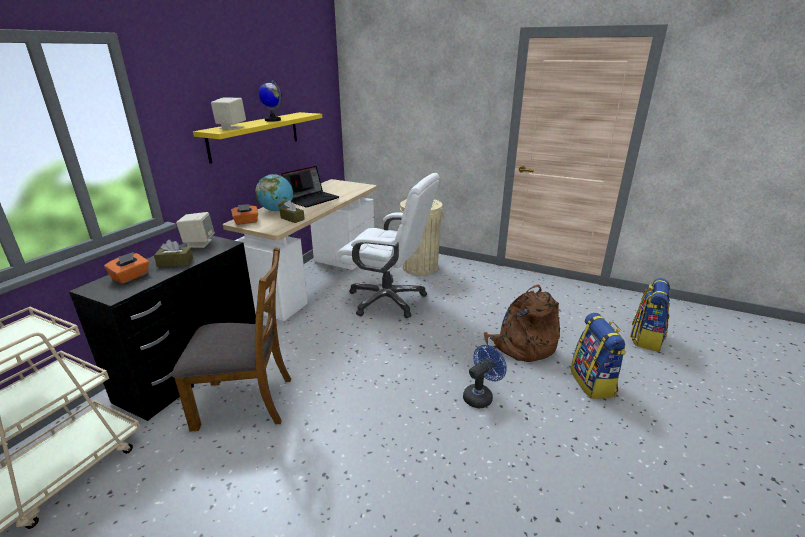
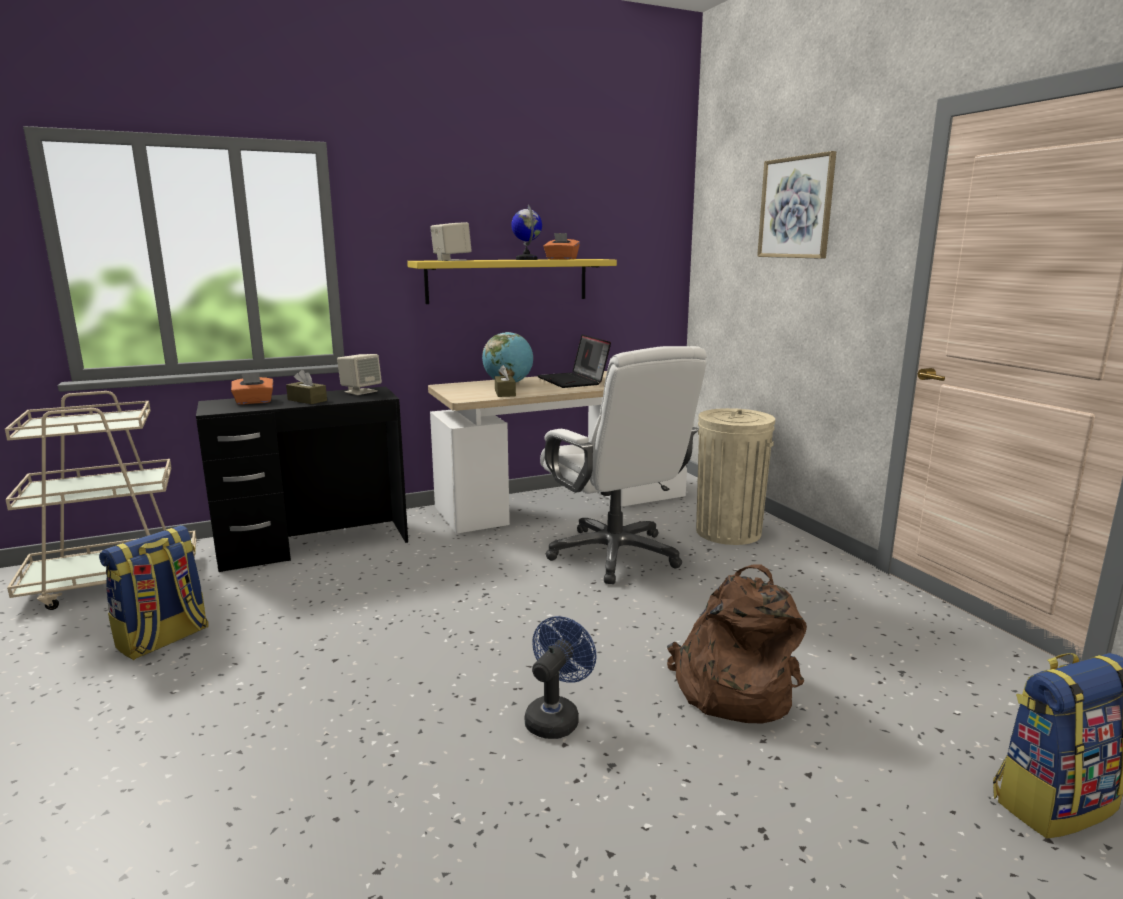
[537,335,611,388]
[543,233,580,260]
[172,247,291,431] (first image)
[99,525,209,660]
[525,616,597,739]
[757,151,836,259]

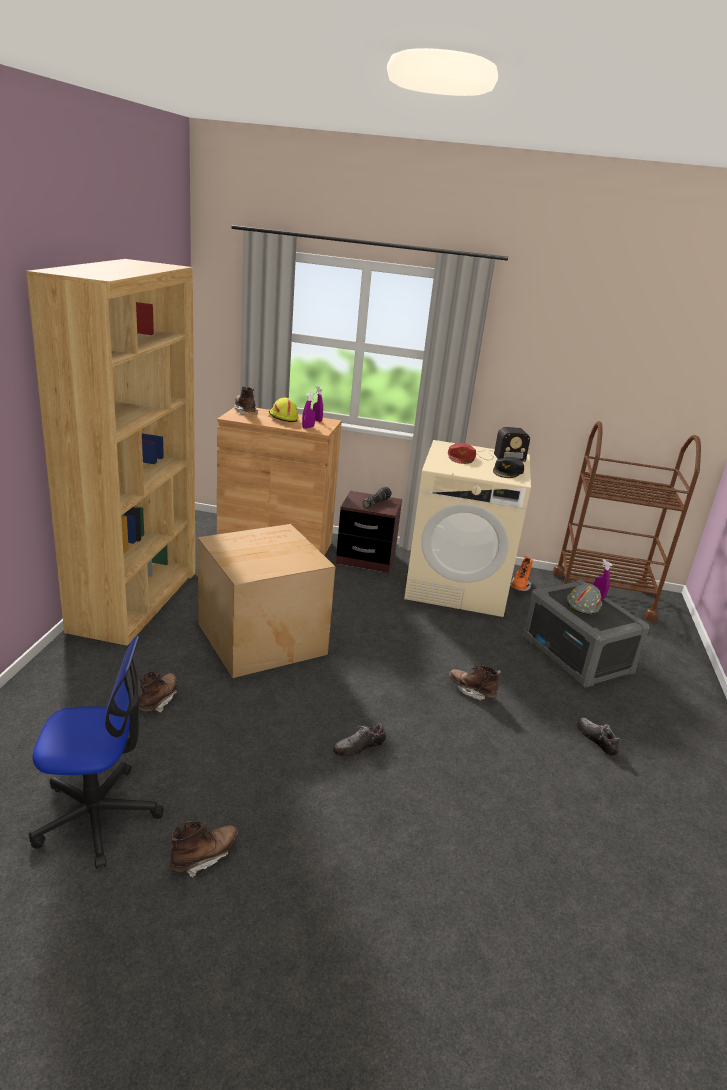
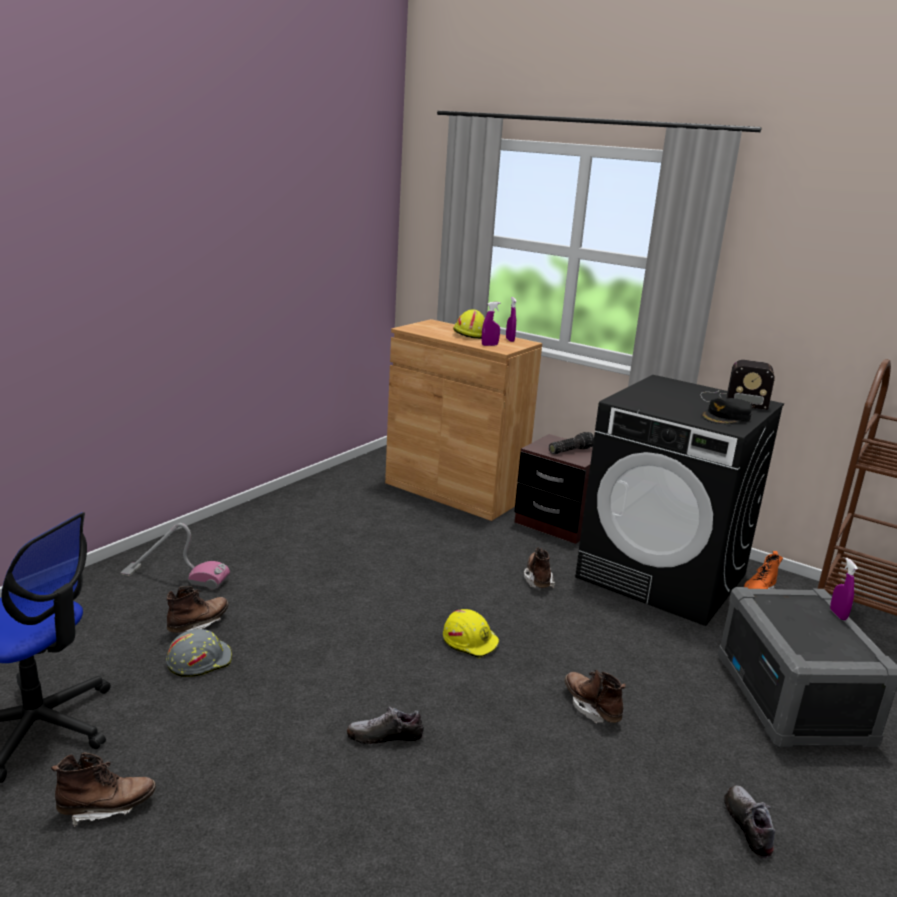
[26,259,196,646] (first image)
[524,547,555,588]
[575,375,784,626]
[448,443,476,464] (first image)
[198,524,336,678] (first image)
[166,629,232,677]
[121,523,230,590]
[443,609,499,658]

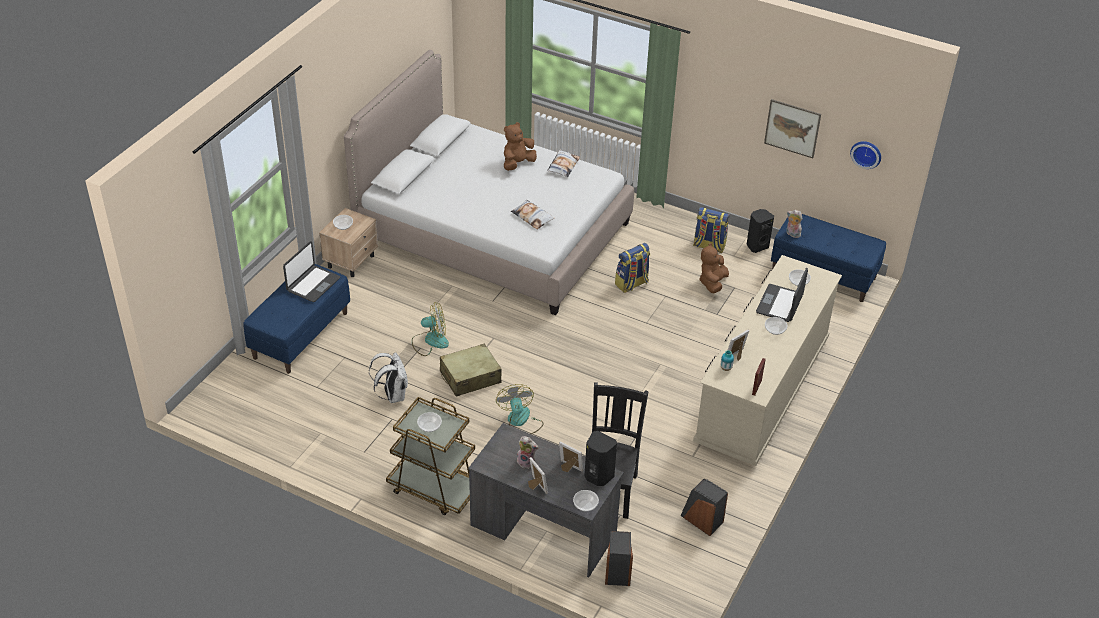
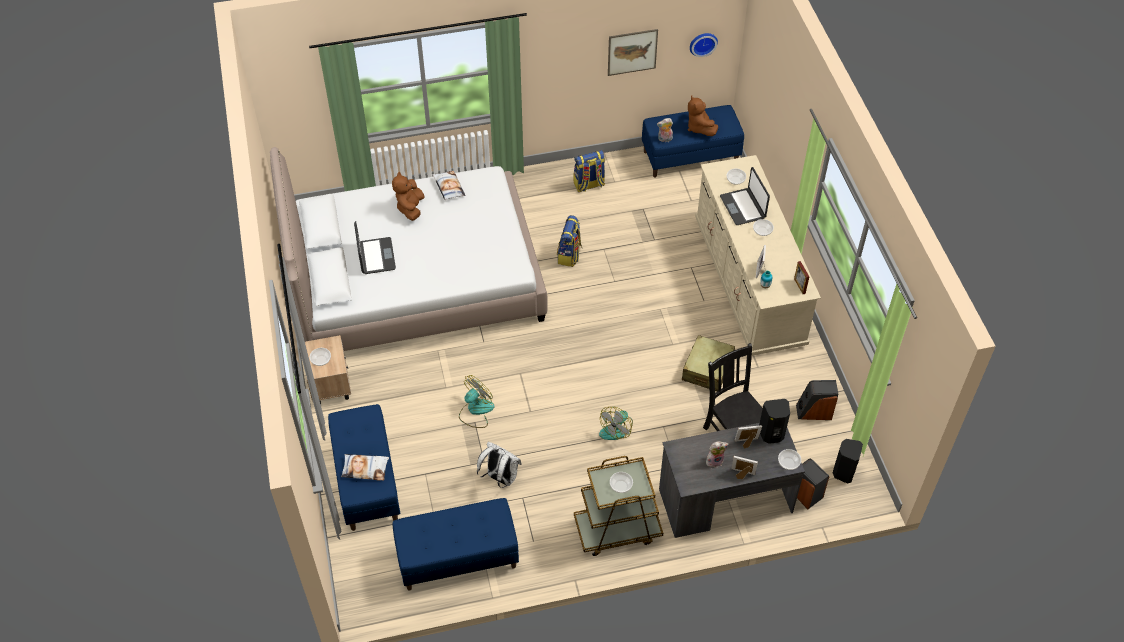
[341,454,389,480]
[833,439,863,484]
[354,221,396,274]
[688,95,718,136]
[682,335,735,391]
[599,406,633,440]
[393,498,519,590]

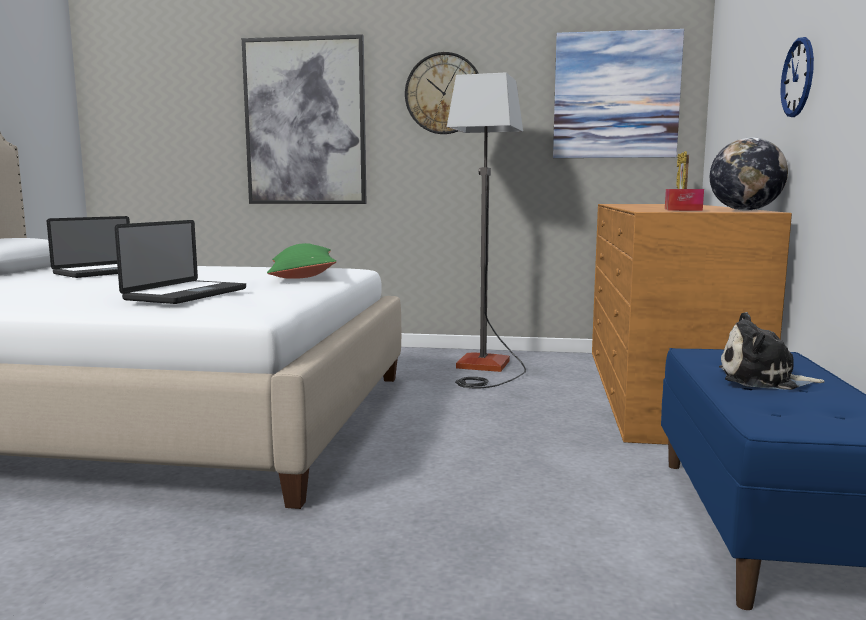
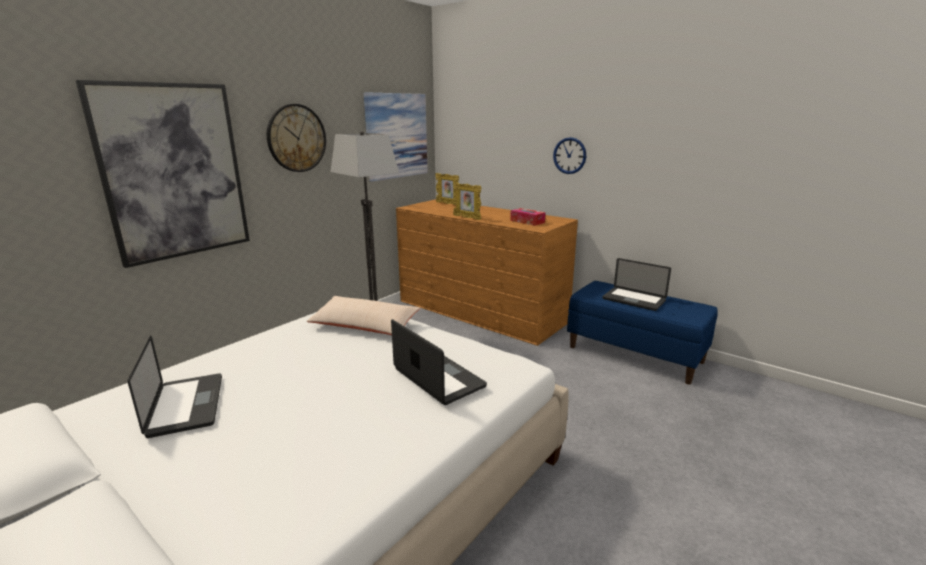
[710,137,788,211] (first image)
[307,296,420,335]
[602,258,671,311]
[453,182,481,220]

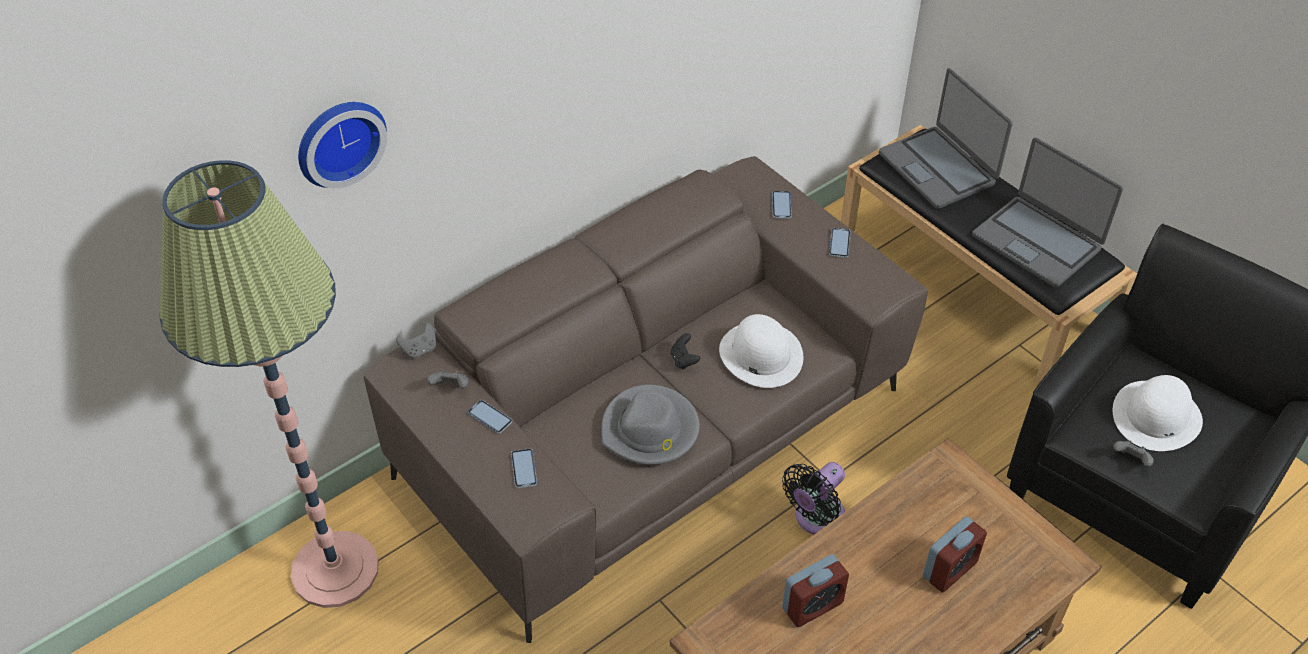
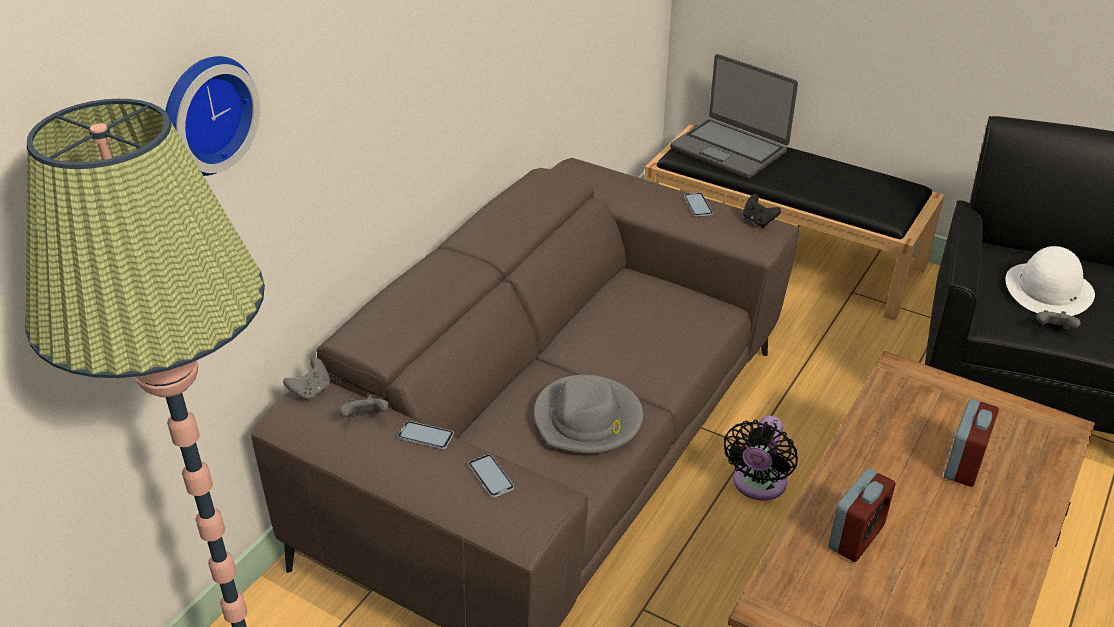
[972,138,1123,288] (first image)
[772,191,792,219] (first image)
[719,314,803,388] (first image)
[743,194,781,228]

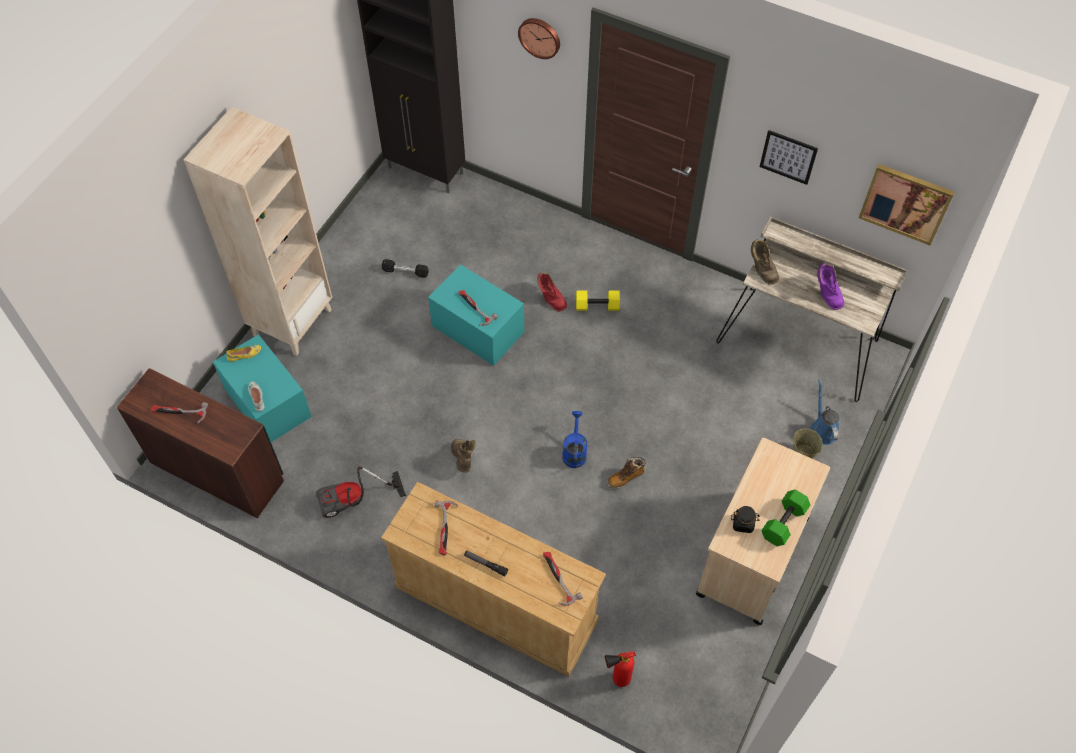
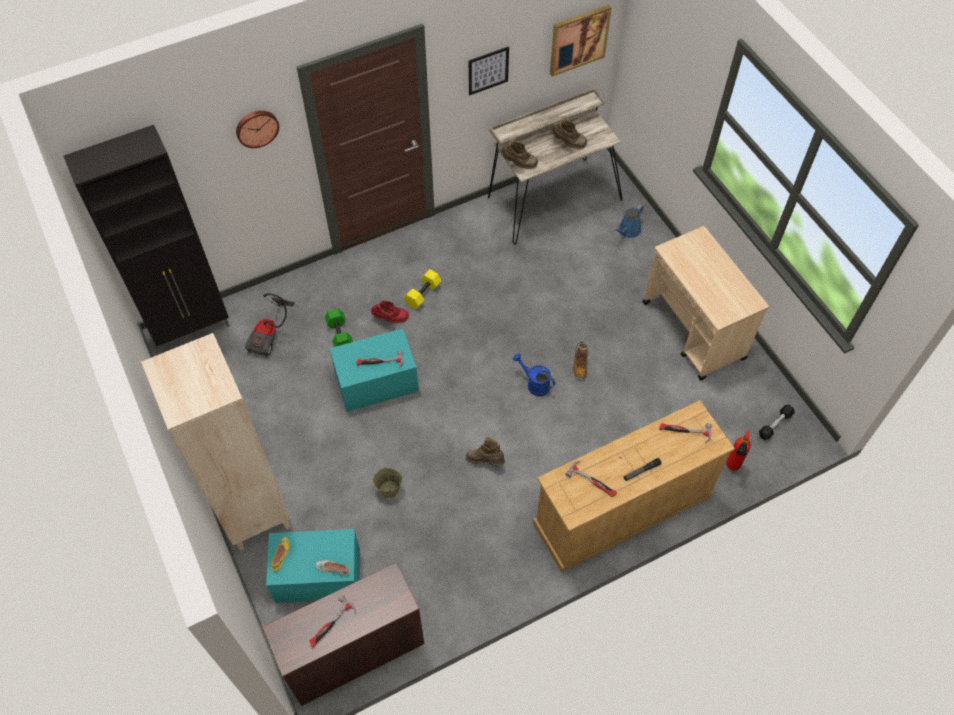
[759,404,795,440]
[551,119,587,149]
[613,204,644,238]
[373,467,403,498]
[245,293,295,357]
[325,308,353,347]
[731,506,760,533] (first image)

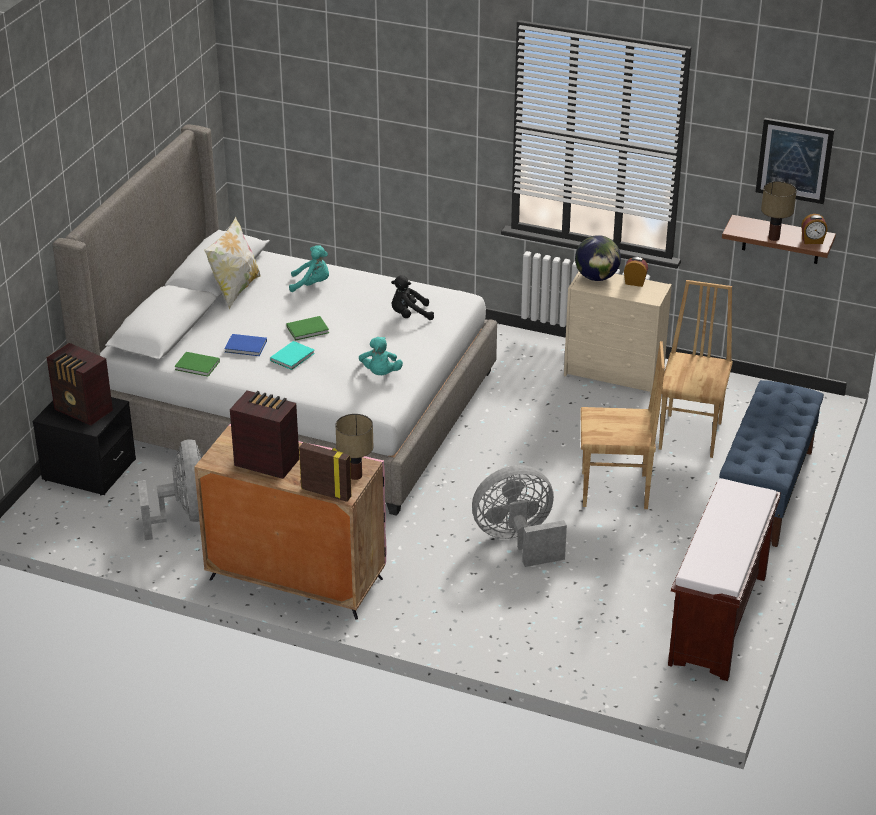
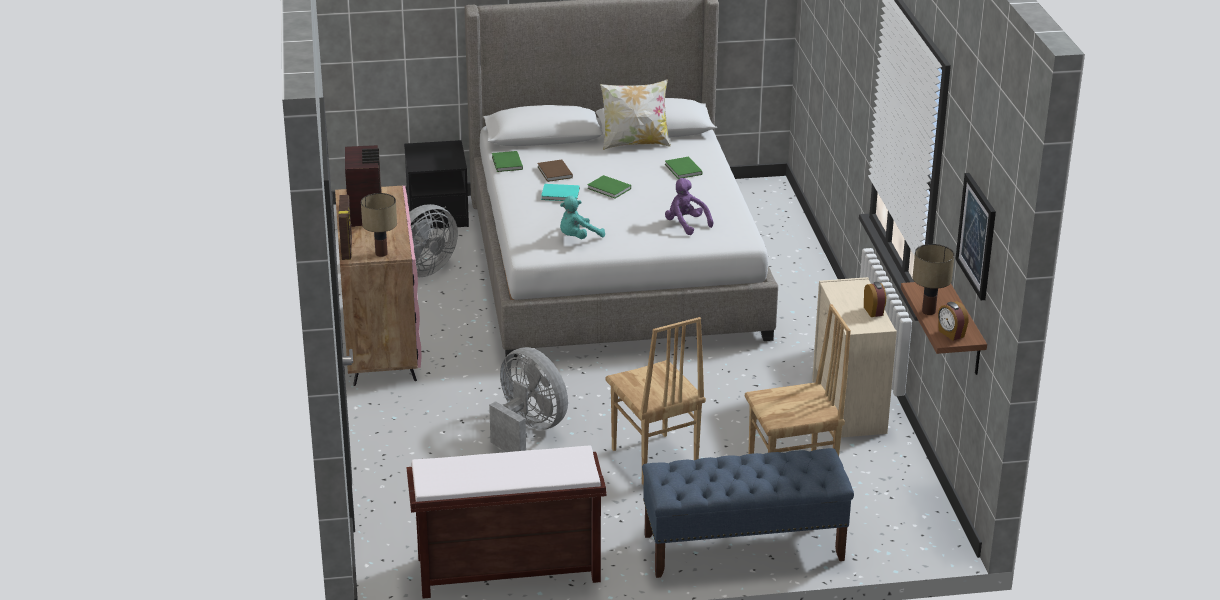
[575,235,621,281] (first image)
[665,157,702,179]
[665,178,713,235]
[537,160,573,182]
[46,343,113,426] (first image)

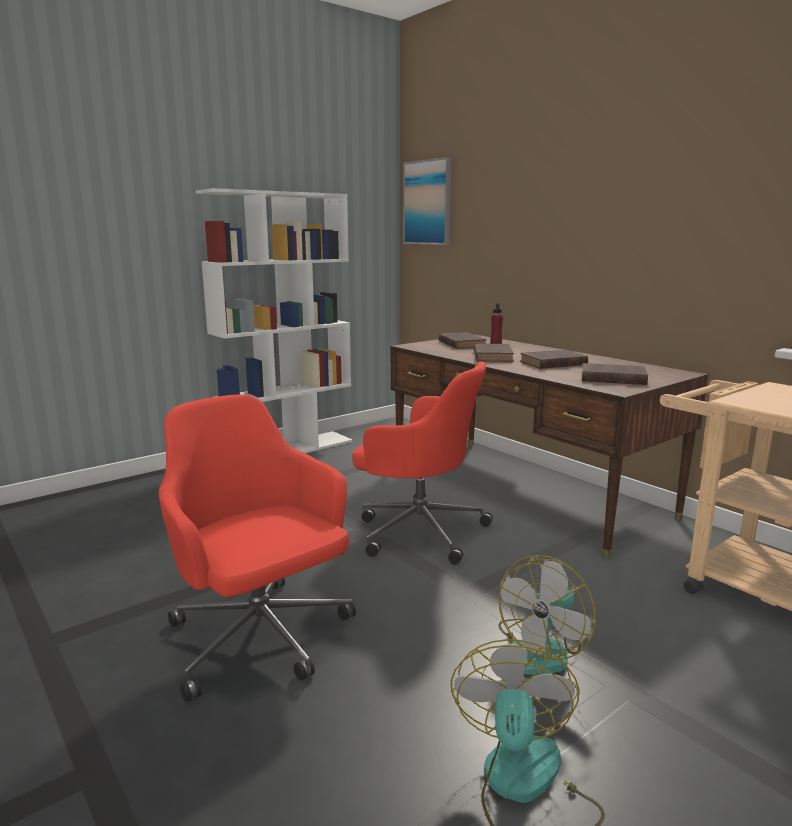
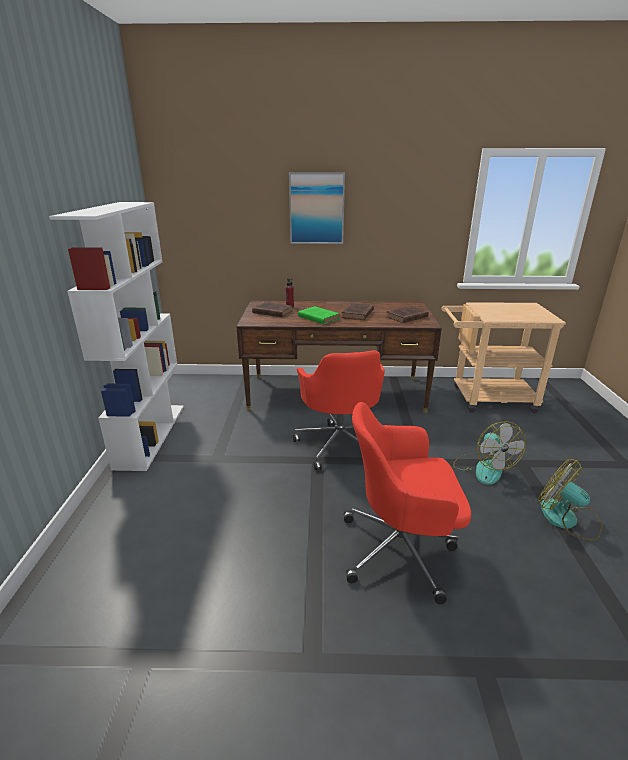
[289,173,345,244]
[298,306,340,324]
[293,350,385,470]

